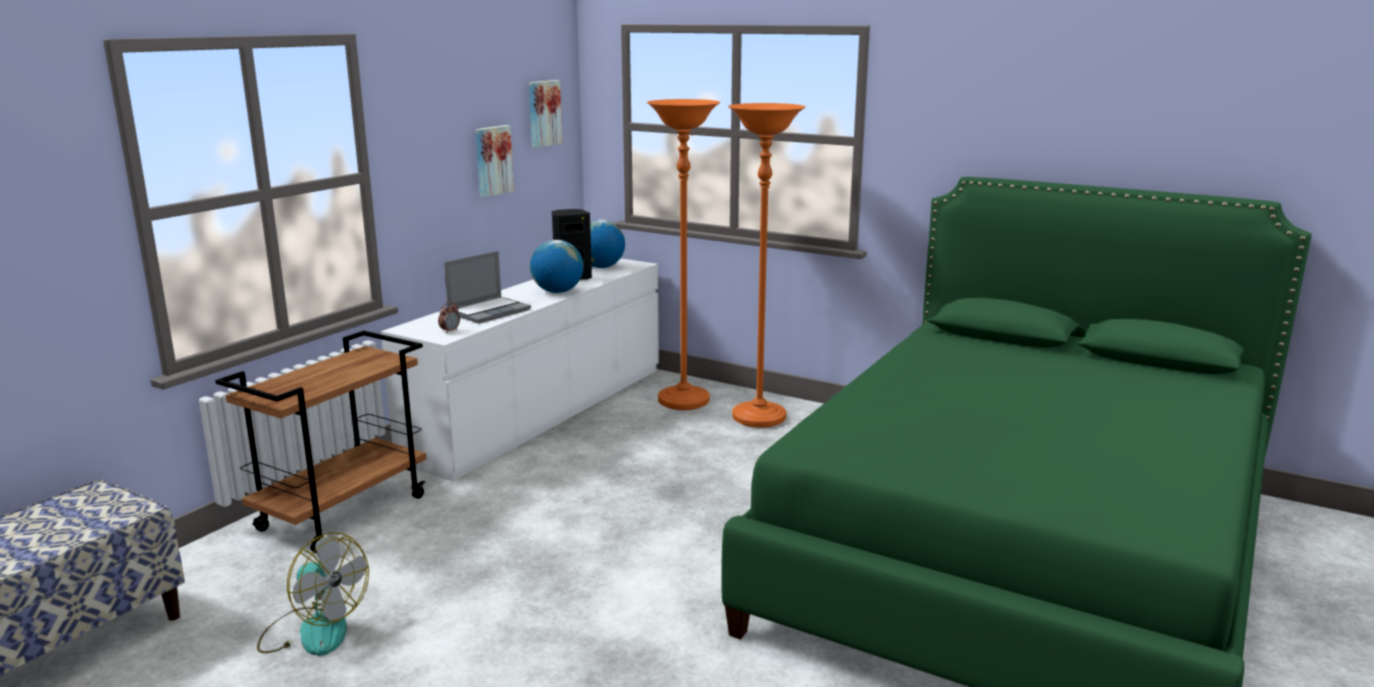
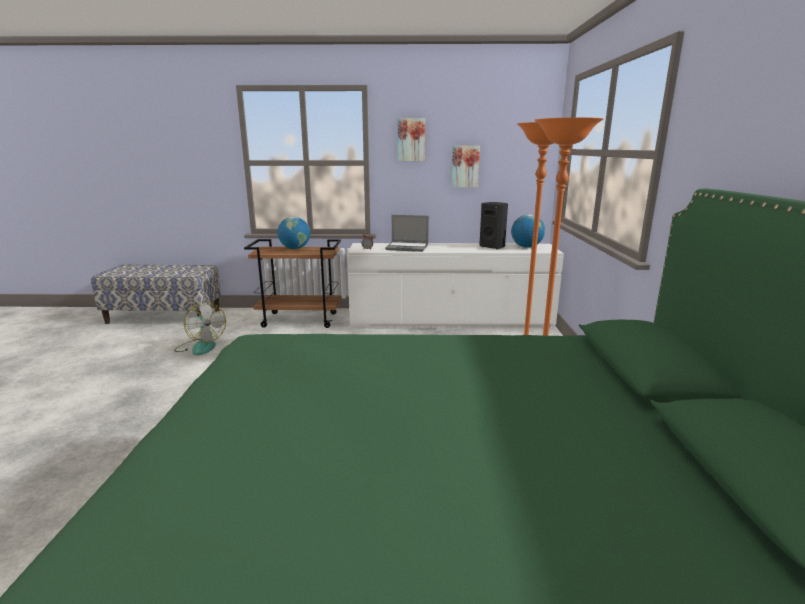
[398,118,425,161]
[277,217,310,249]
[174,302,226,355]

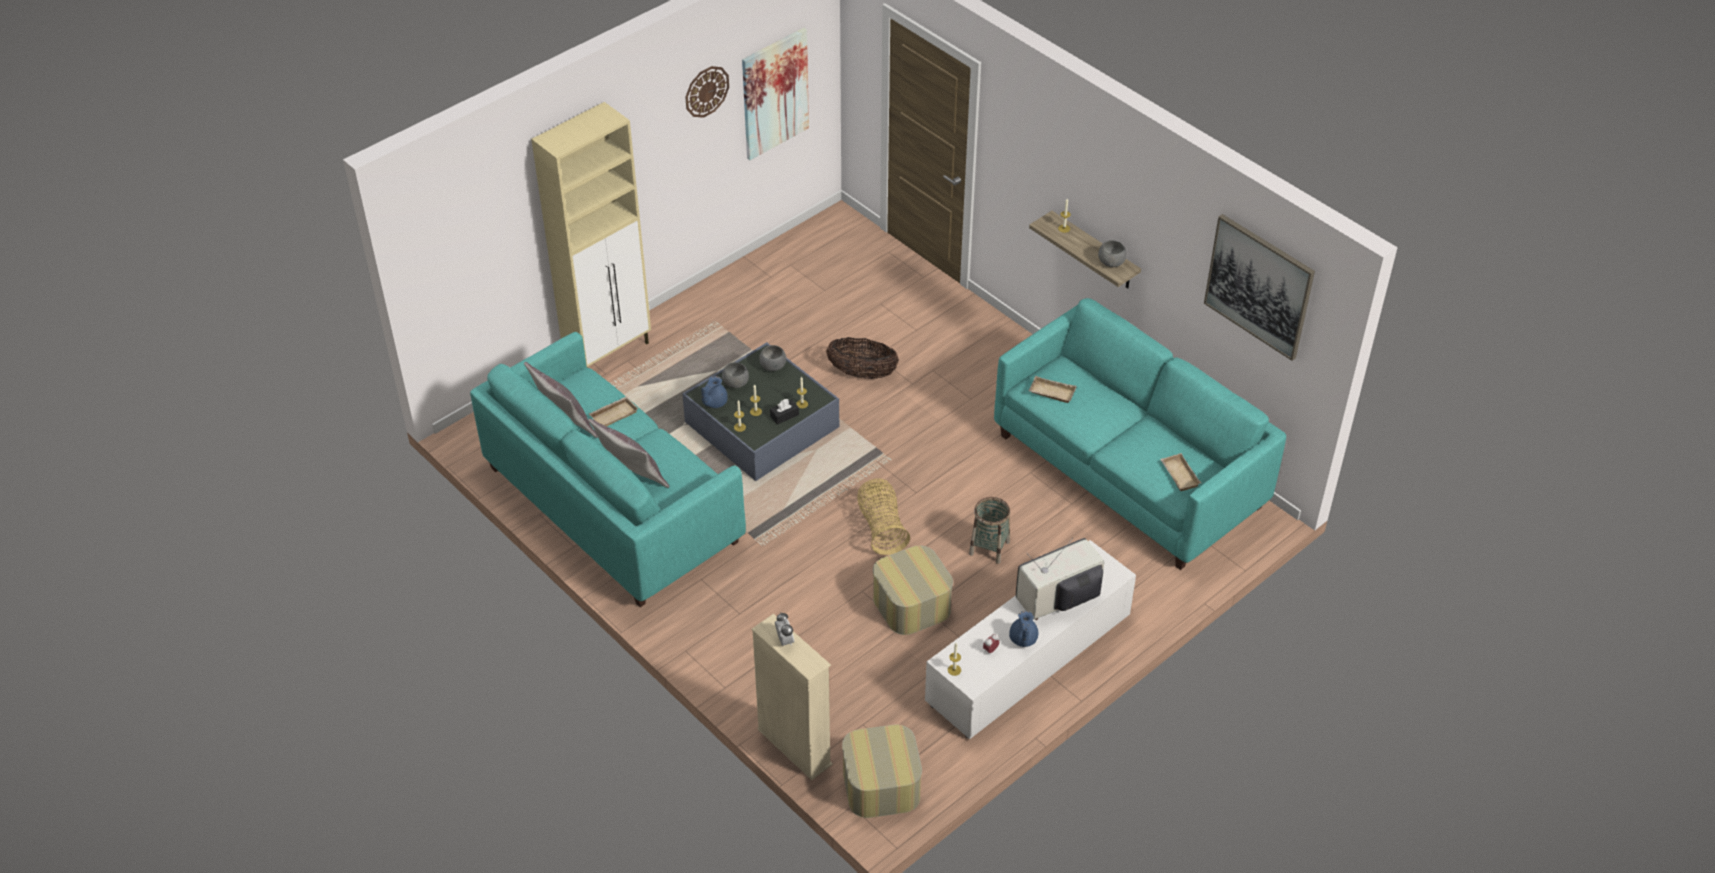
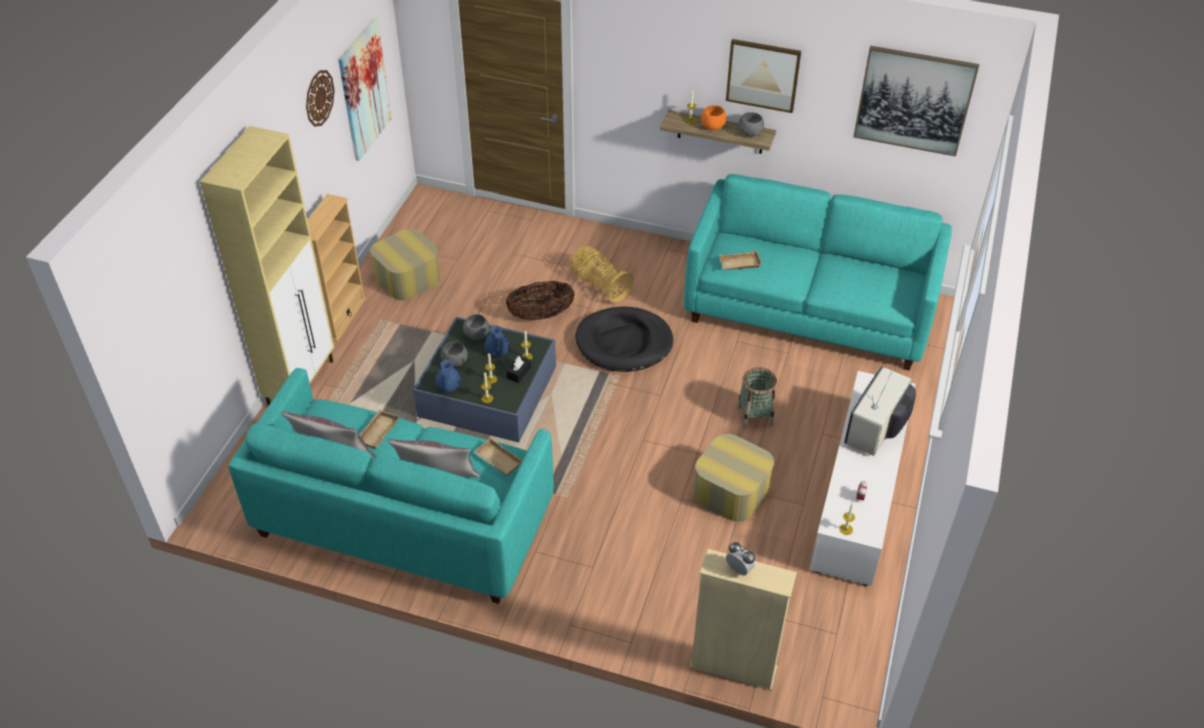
[474,438,523,476]
[570,246,634,302]
[485,326,509,357]
[370,229,440,301]
[726,39,801,113]
[701,105,727,130]
[307,194,366,342]
[575,306,673,372]

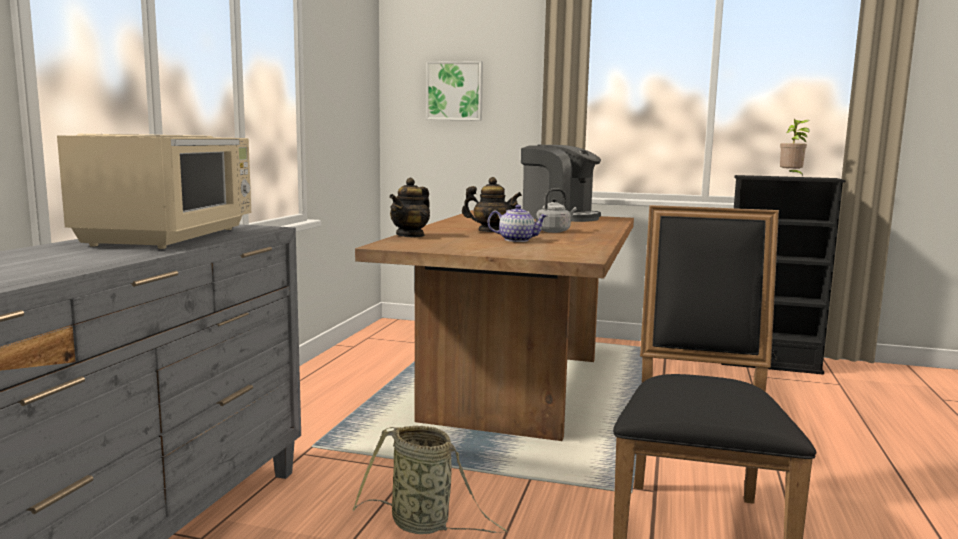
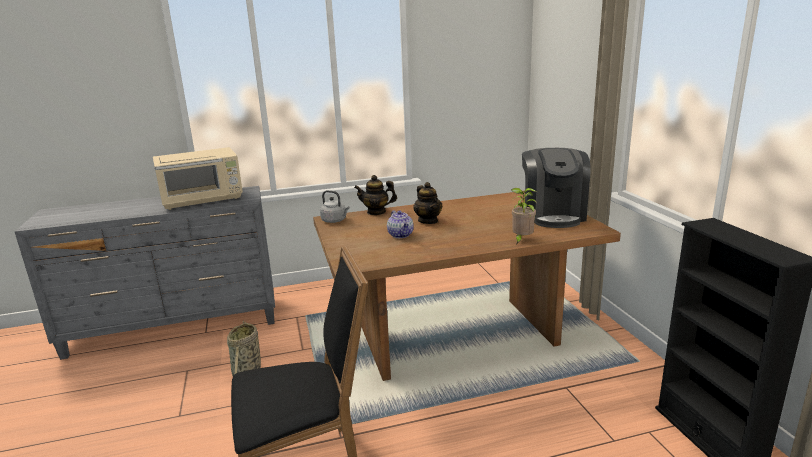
[426,61,483,121] (first image)
[511,188,537,243]
[320,190,350,223]

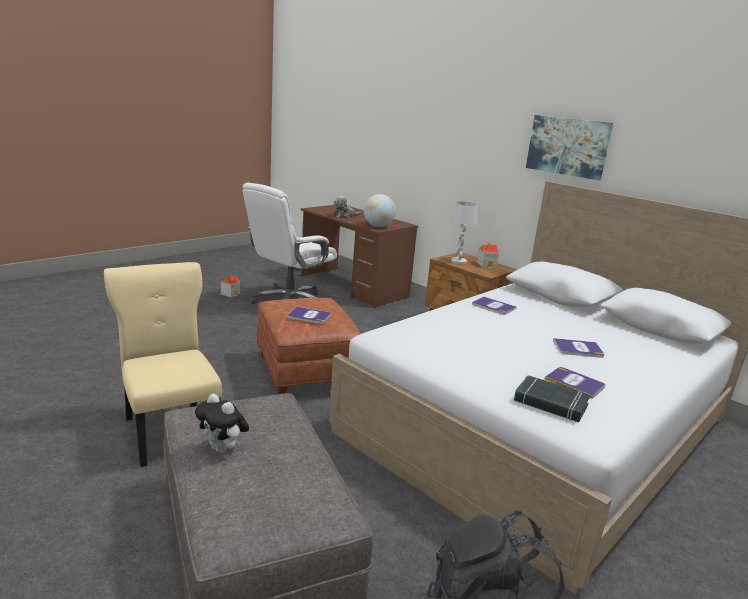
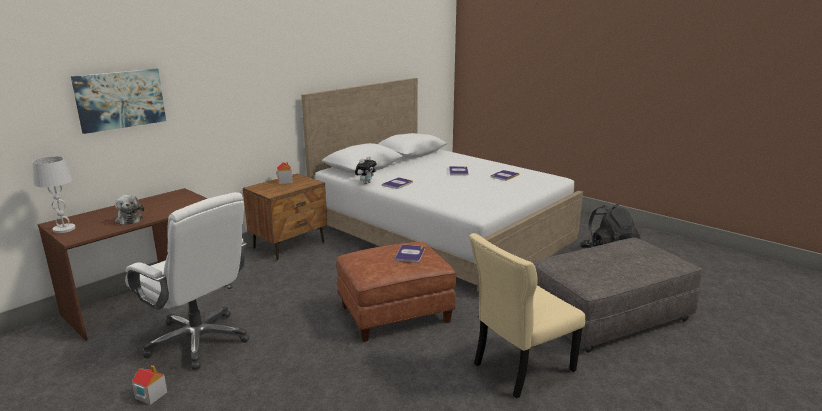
[71,69,166,134]
[364,194,396,227] (first image)
[33,157,75,233]
[514,375,590,422] (first image)
[355,156,377,184]

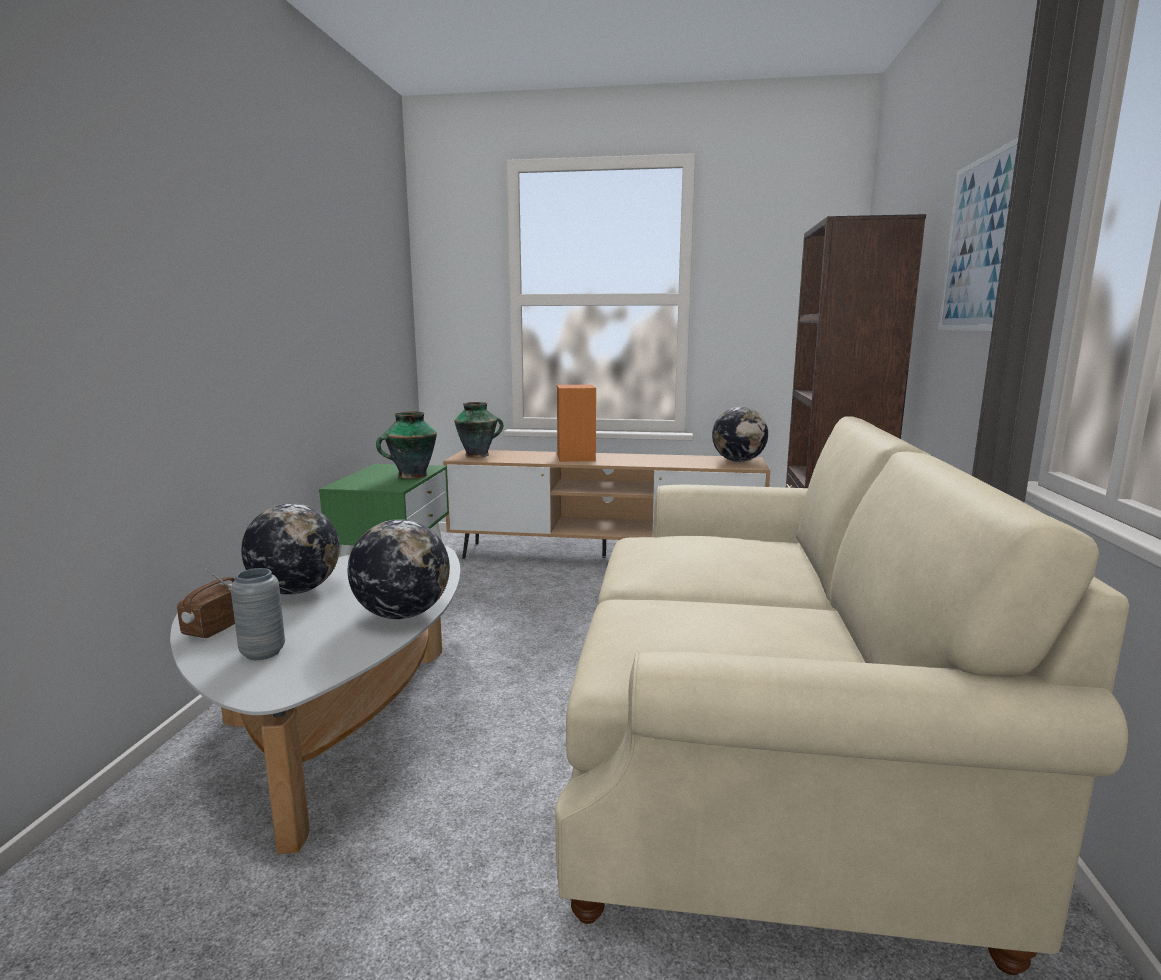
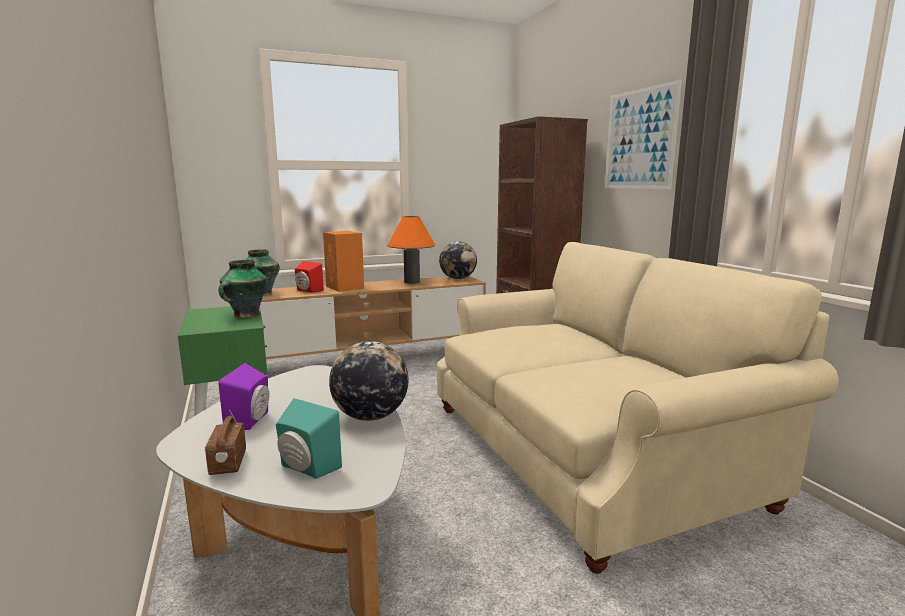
[218,363,269,430]
[276,398,342,479]
[387,216,435,284]
[295,261,324,293]

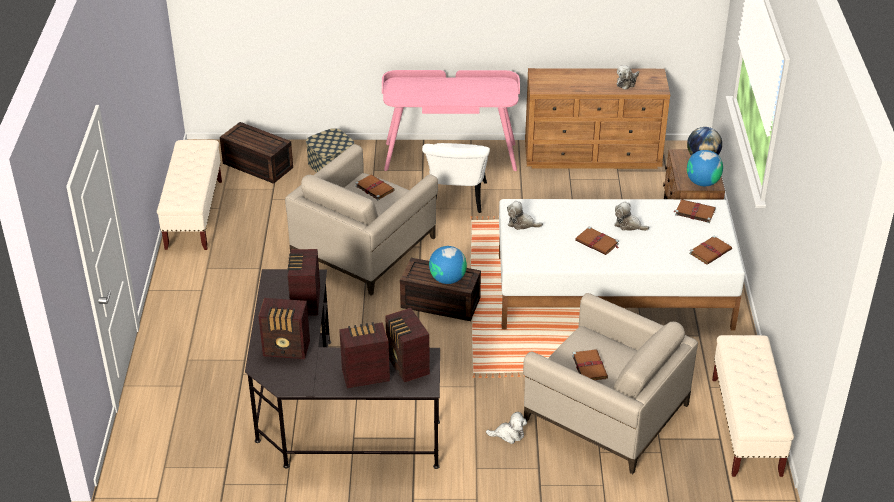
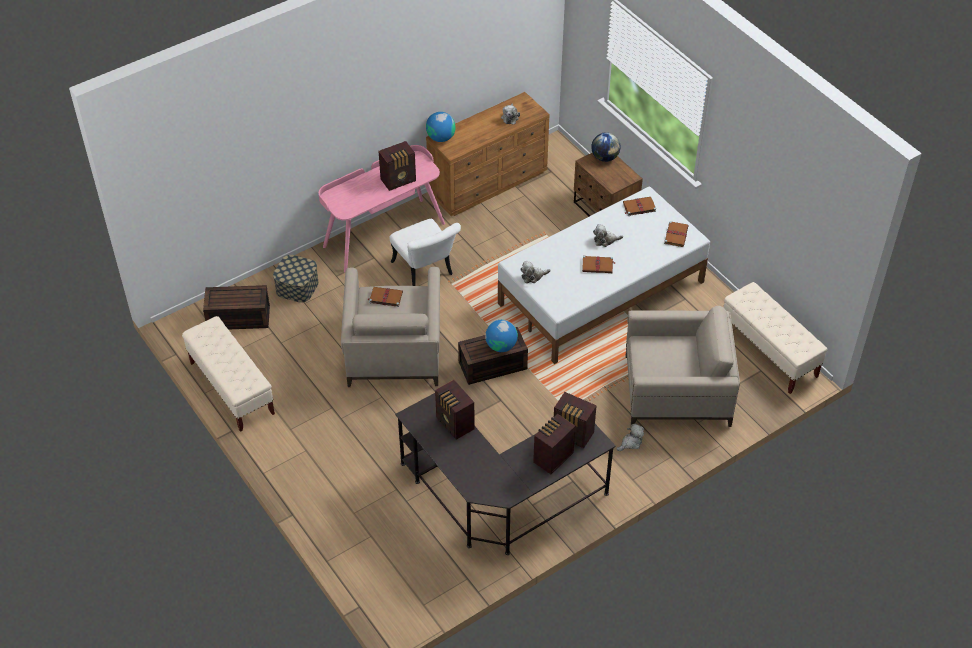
[426,112,456,142]
[379,141,416,191]
[572,349,608,380] (first image)

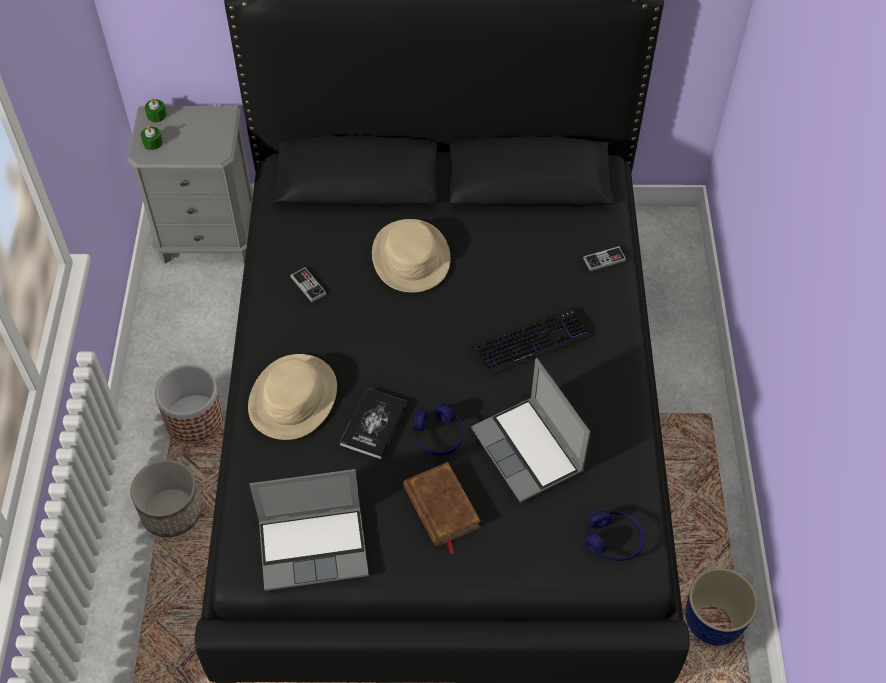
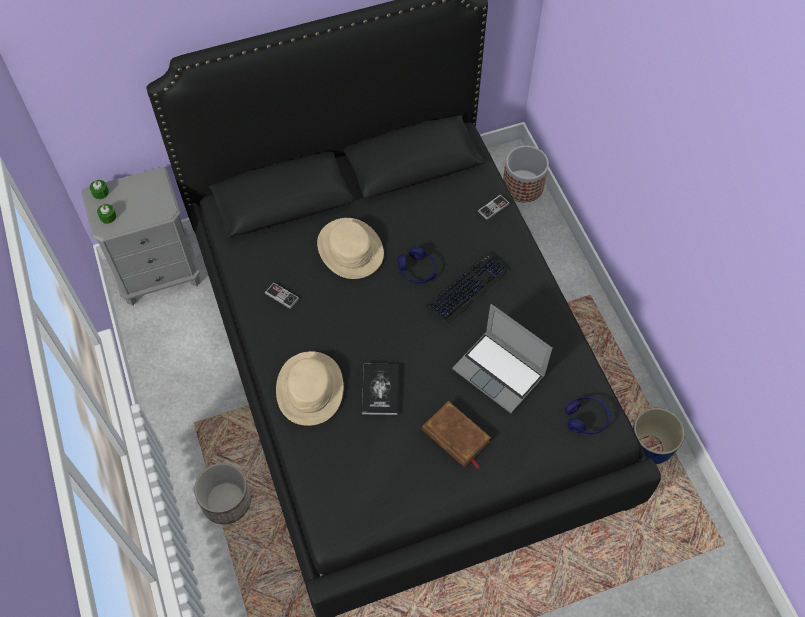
[503,146,549,202]
[397,246,437,284]
[249,469,369,591] (first image)

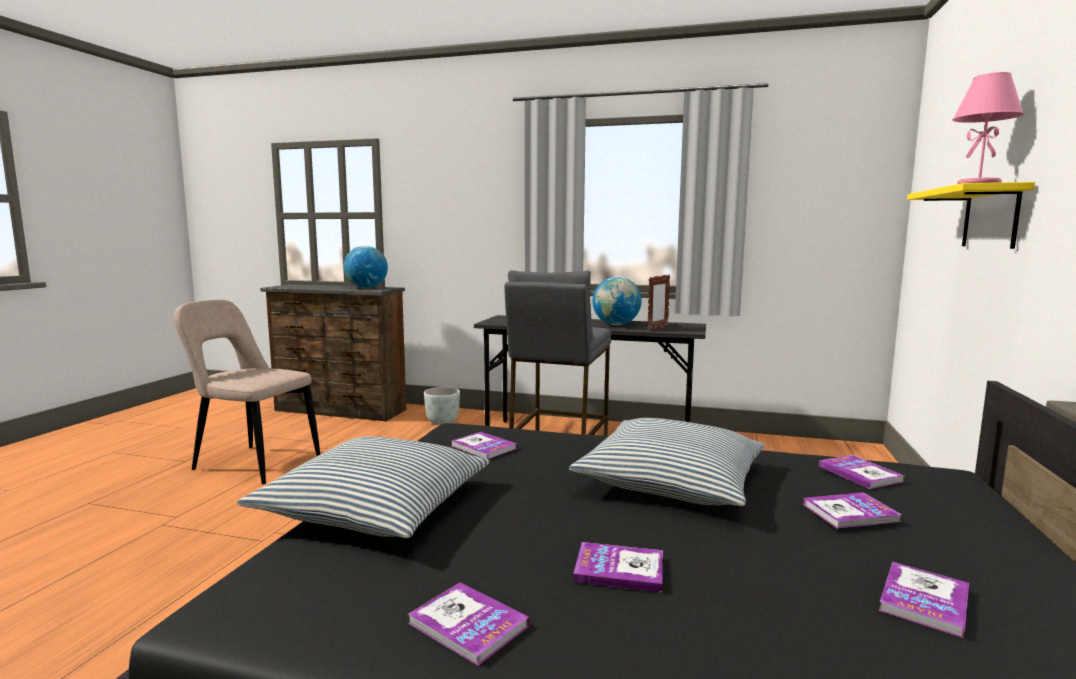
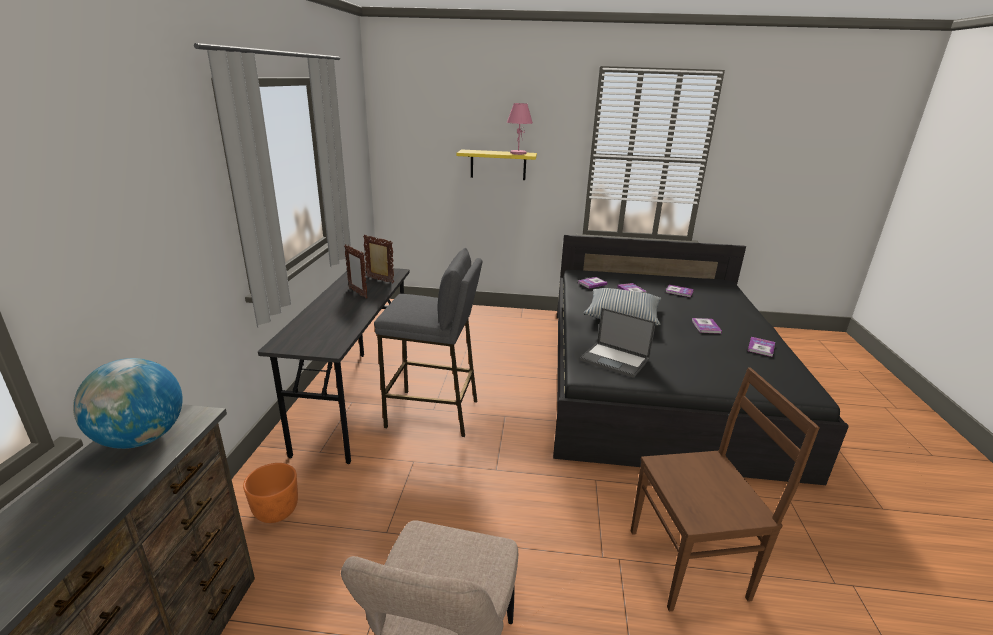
[344,244,368,299]
[243,463,298,523]
[580,308,656,378]
[237,436,490,538] (first image)
[631,368,820,611]

